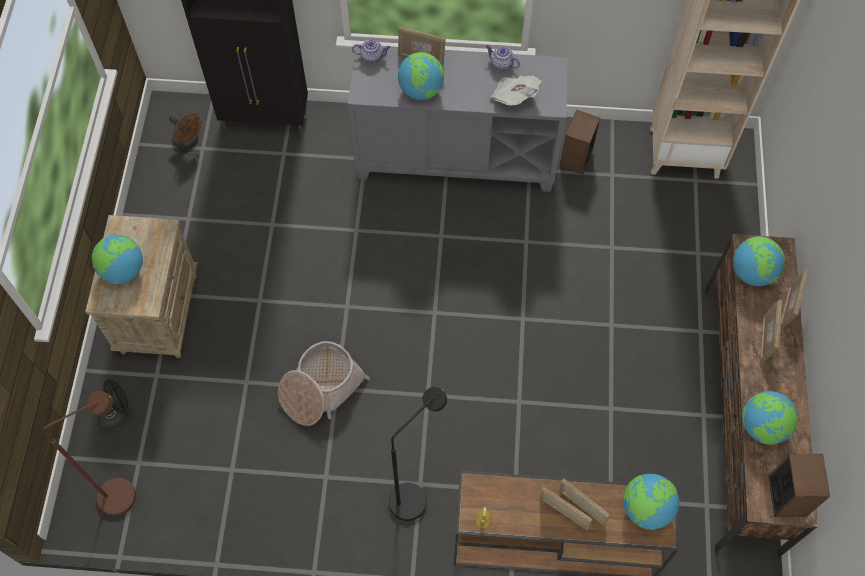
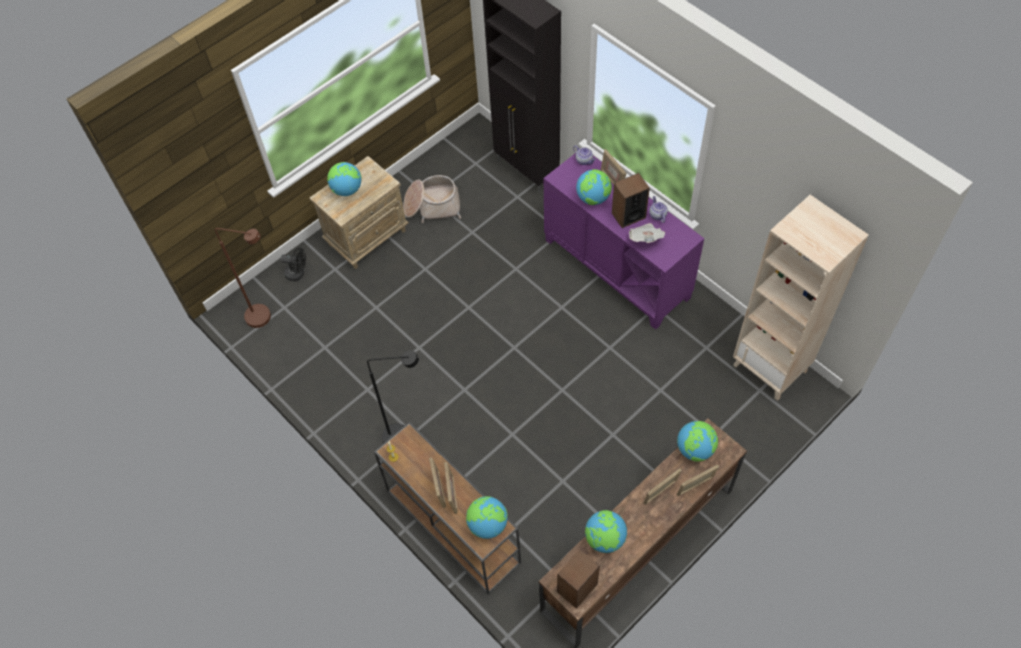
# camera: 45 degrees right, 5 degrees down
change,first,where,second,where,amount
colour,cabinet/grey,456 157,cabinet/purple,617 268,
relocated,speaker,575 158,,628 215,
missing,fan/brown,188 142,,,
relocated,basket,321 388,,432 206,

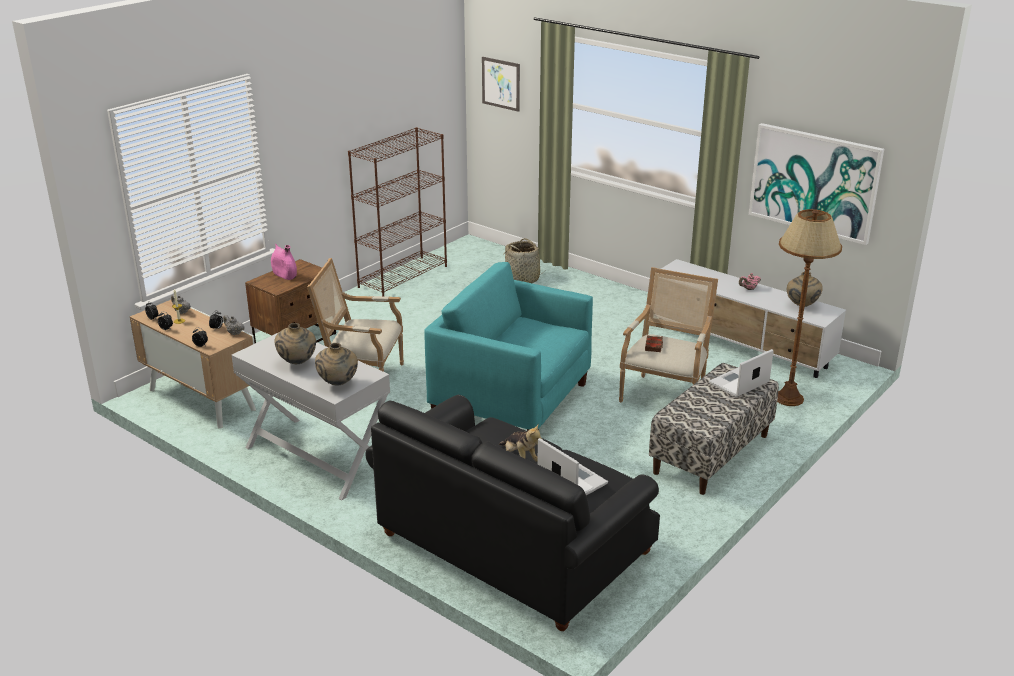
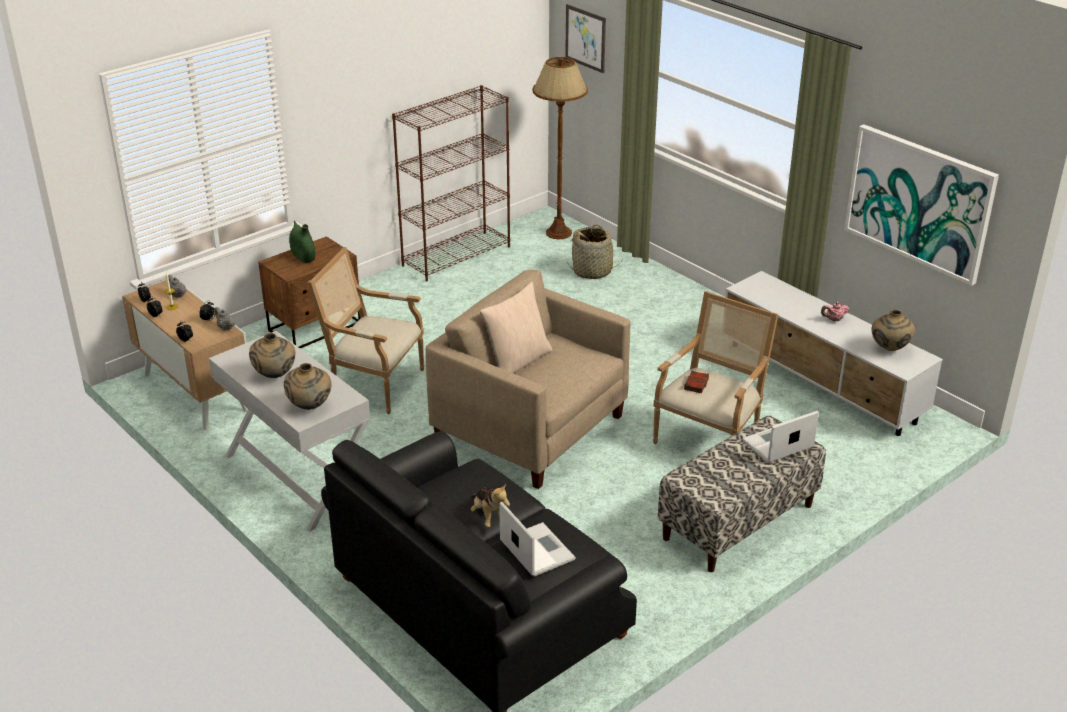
# camera: 10 degrees right, 5 degrees up
change,first,where,second,where,amount
relocated,floor lamp/brown,788 398,,558 233,
colour,vase/pink,284 275,vase/green,303 256,
colour,armchair/turquoise,511 401,armchair/beige,531 429,
appeared,,,pillow/beige,517 361,

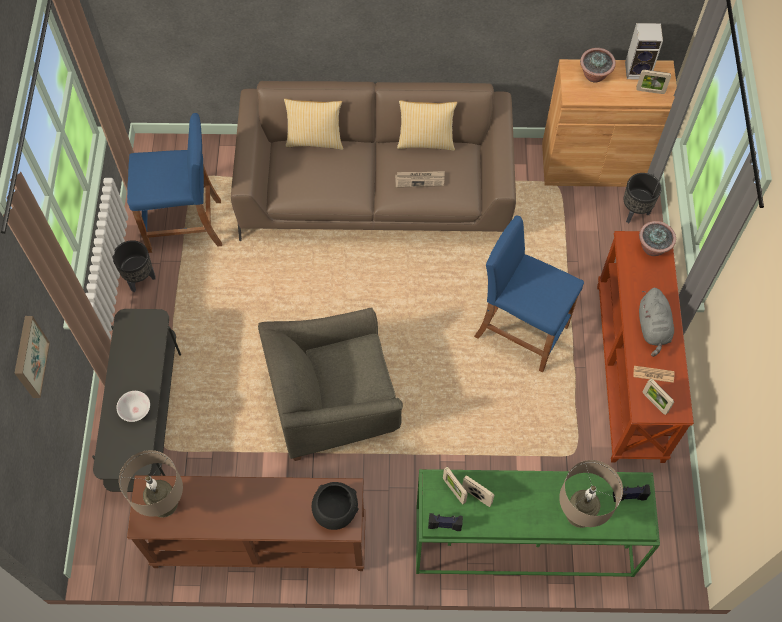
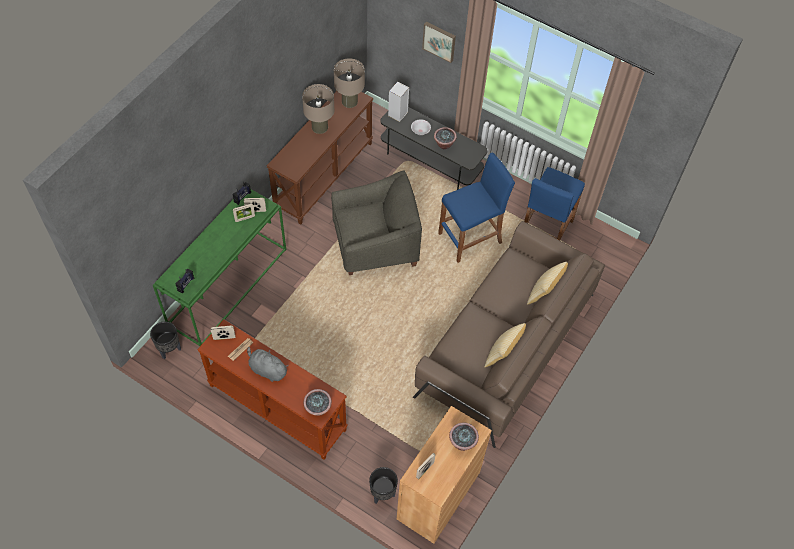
# camera: 120 degrees right, 5 degrees down
change,first,where,second,where,amount
relocated,speaker,638 70,,397 115,
missing,newspaper,420 179,,,
relocated,stool/blue,520 331,,470 238,
relocated,planter/black,140 279,,169 350,
spun,armchair/grey,333 402,,375 245,60 degrees clockwise
relocated,table lamp/beige,580 513,,319 127,
missing,bowl/black,335 510,,,
appeared,,,potted plant,444 144,

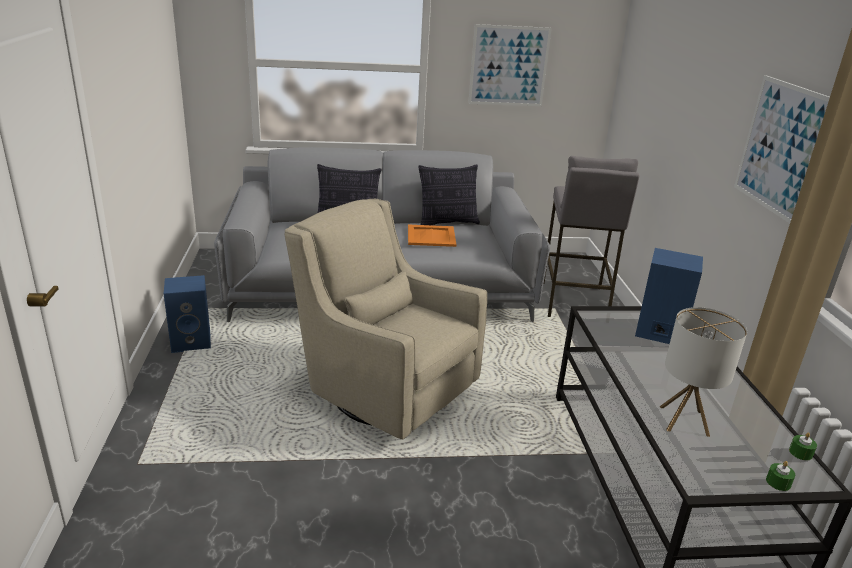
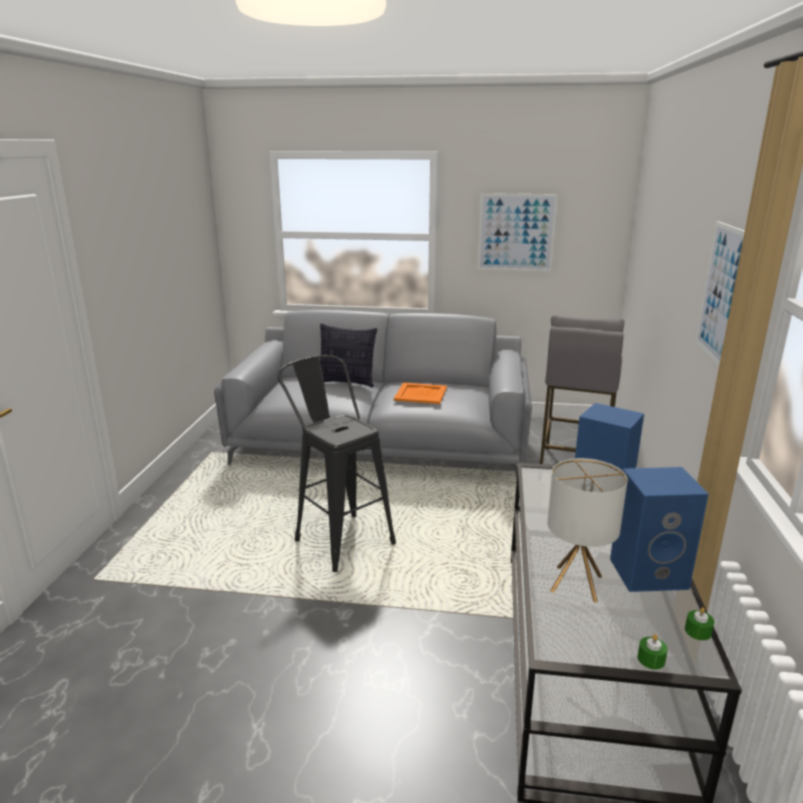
# camera: 15 degrees right, 5 degrees down
change,first,where,second,where,amount
missing,pillow,447 222,,,
exchanged,armchair/beige,383 391,stool/black,339 537,
relocated,speaker/blue,192 341,,649 572,

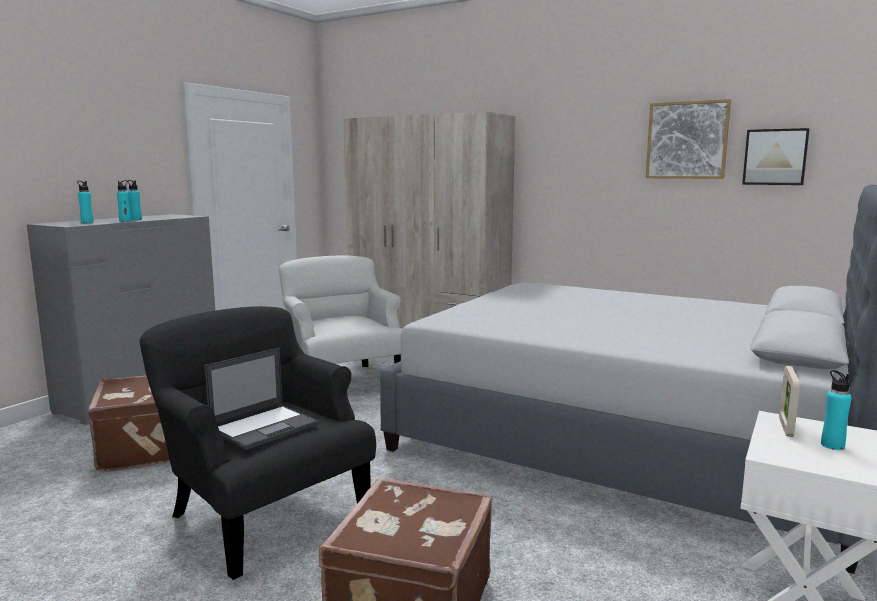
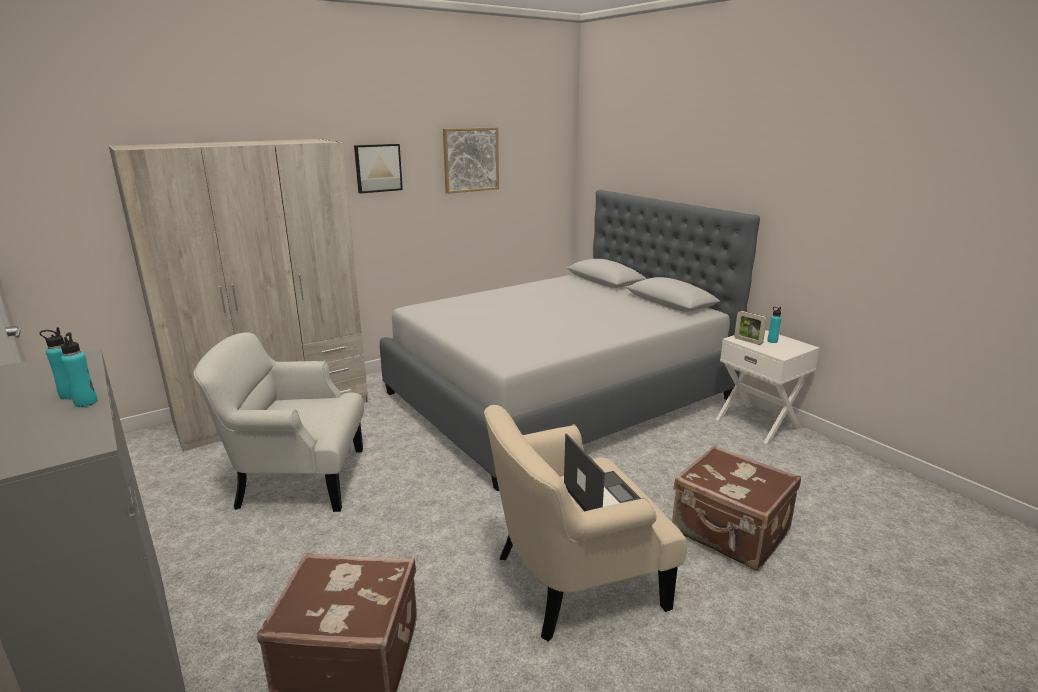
# camera: 65 degrees left, 10 degrees up
change,first,where,second,where,amount
relocated,picture,775 157,,378 168,
missing,bottle/turquoise,87 222,,,
colour,armchair/black,264 513,armchair/beige,573 579,

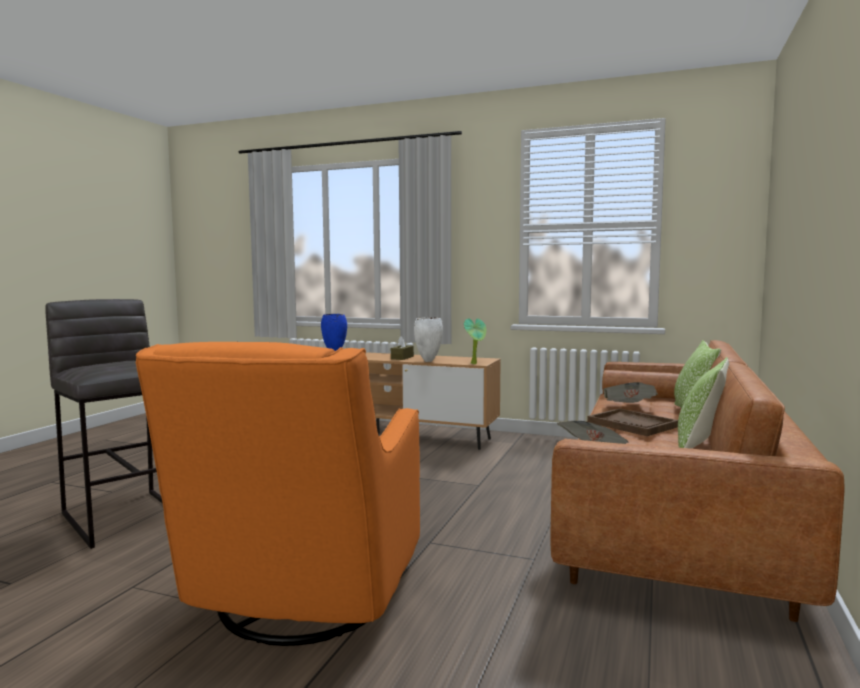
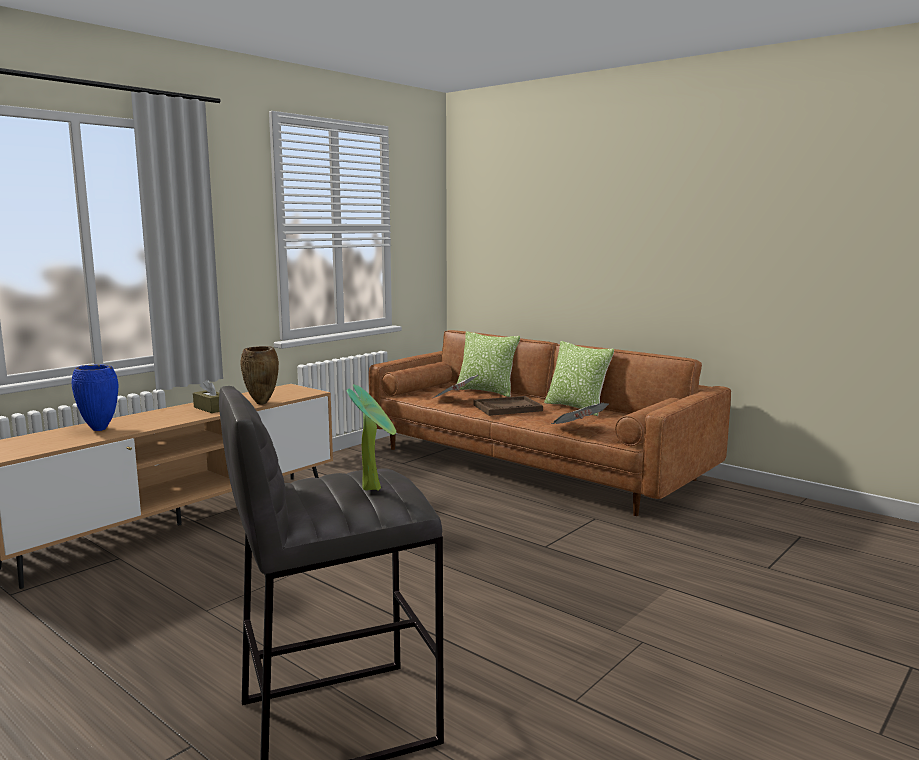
# camera: 70 degrees left, 5 degrees up
change,first,where,second,where,amount
colour,vase/white,428 361,vase/brown,262 403,
relocated,potted plant,475 363,,374 487,
missing,armchair/orange,300 602,,,

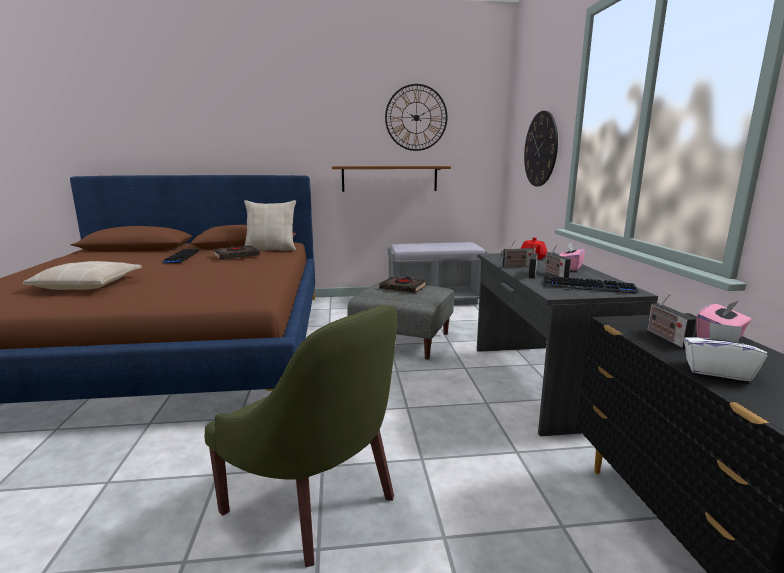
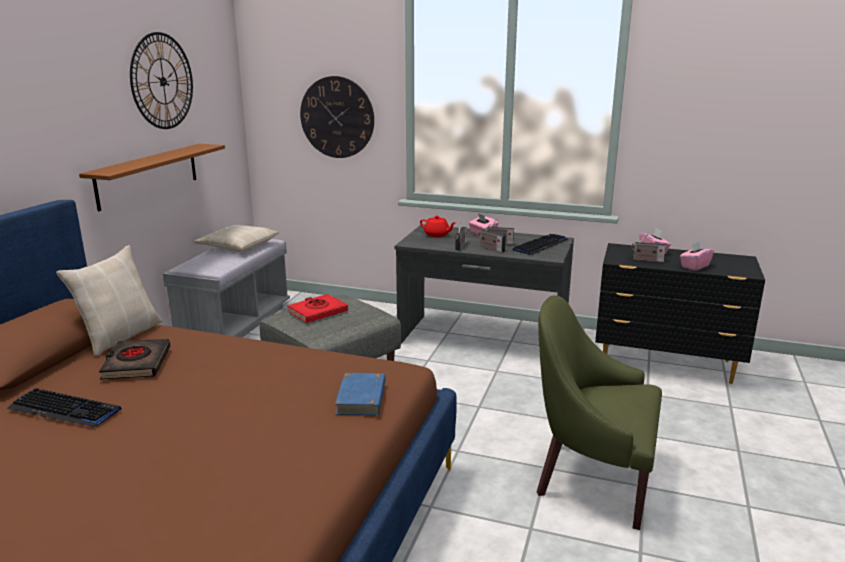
# camera: 65 degrees left, 5 degrees up
change,first,where,second,where,amount
relocated,pillow/beige,88 285,,238 246,
colour,book/black,403 288,book/red,317 312,
spun,armchair/green,317 501,,592 478,135 degrees counterclockwise
colour,tissue box/white,717 371,tissue box/pink,694 266,
appeared,,,book/blue,362 398,

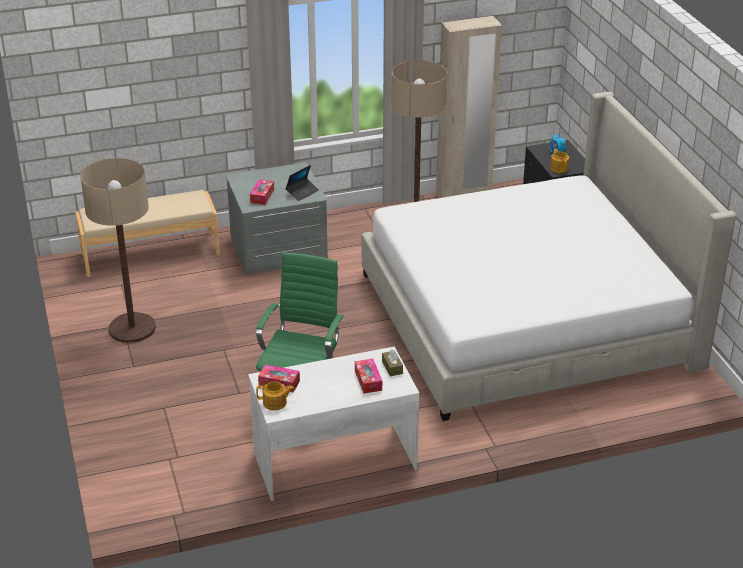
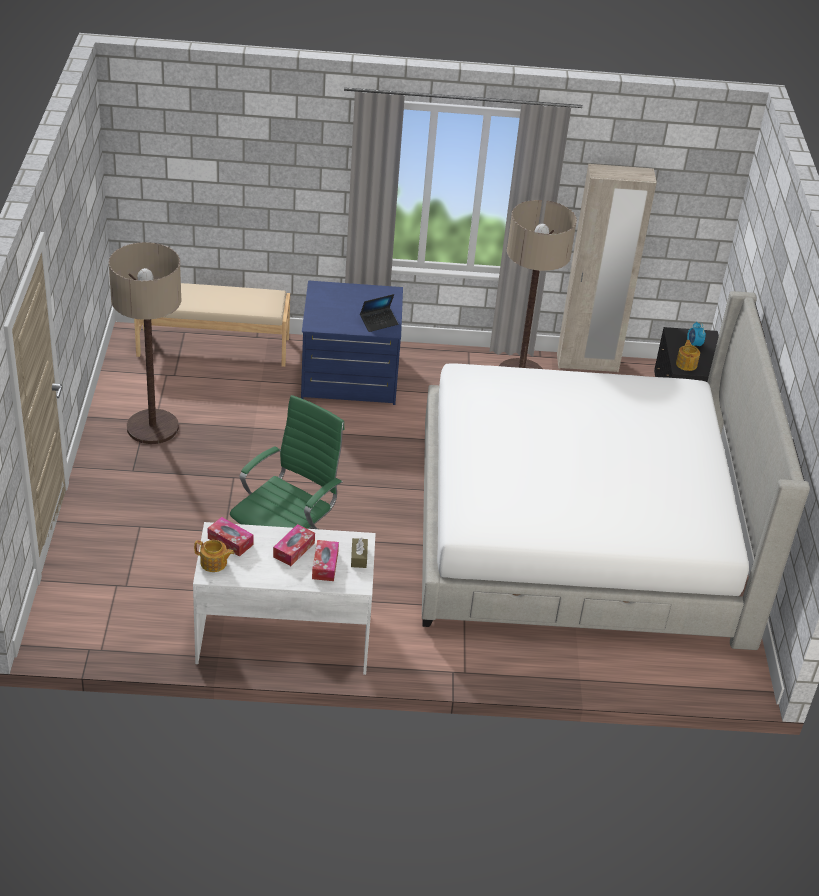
# camera: 15 degrees right, 5 degrees up
change,first,where,second,where,amount
colour,dresser/grey,278 250,dresser/blue,349 377,
relocated,tissue box,262 196,,294 550,

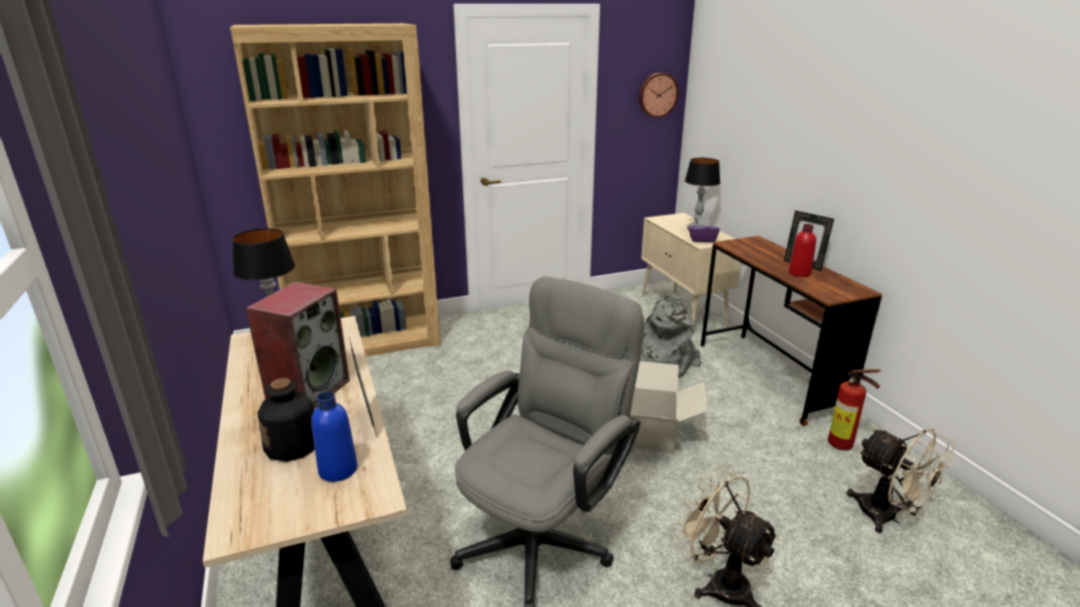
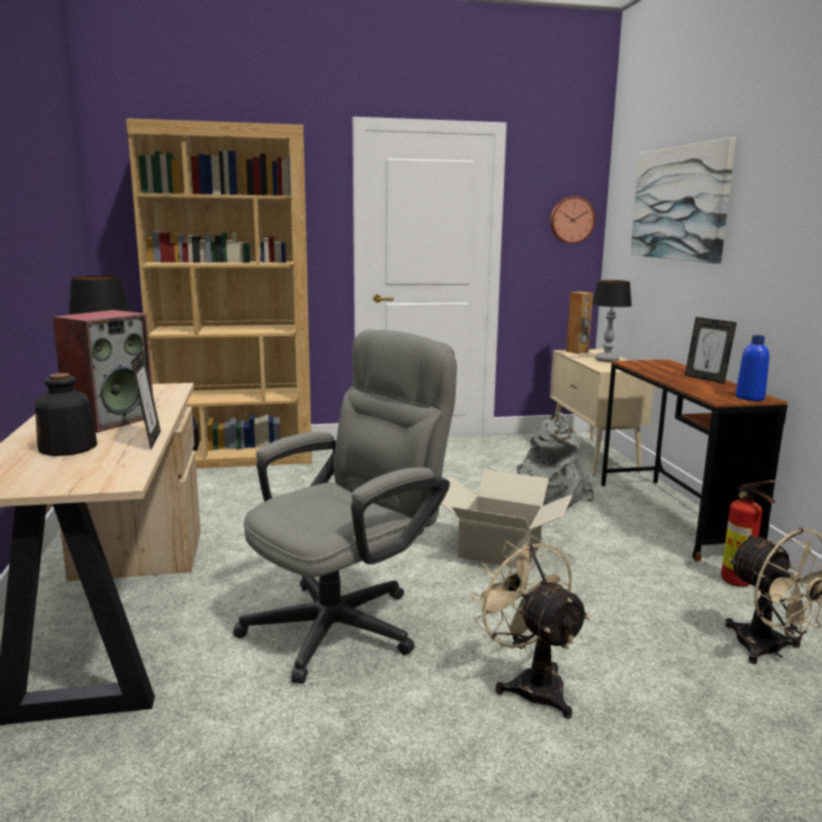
# camera: 10 degrees right, 10 degrees down
change,first,where,second,where,amount
missing,tissue box/purple,702 240,,,
missing,bottle/red,799 273,,,
relocated,bottle/blue,338 470,,750 398,
appeared,,,picture,679 203,
appeared,,,speaker/brown,577 352,

